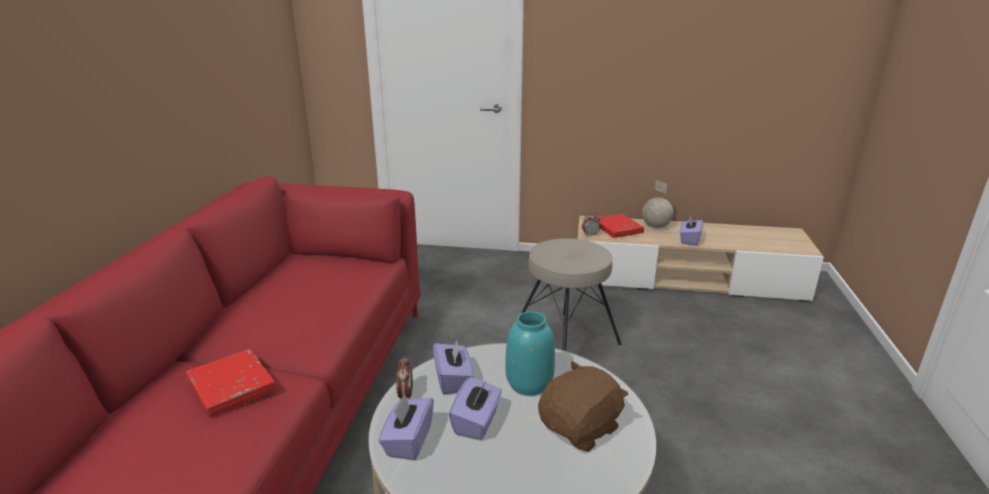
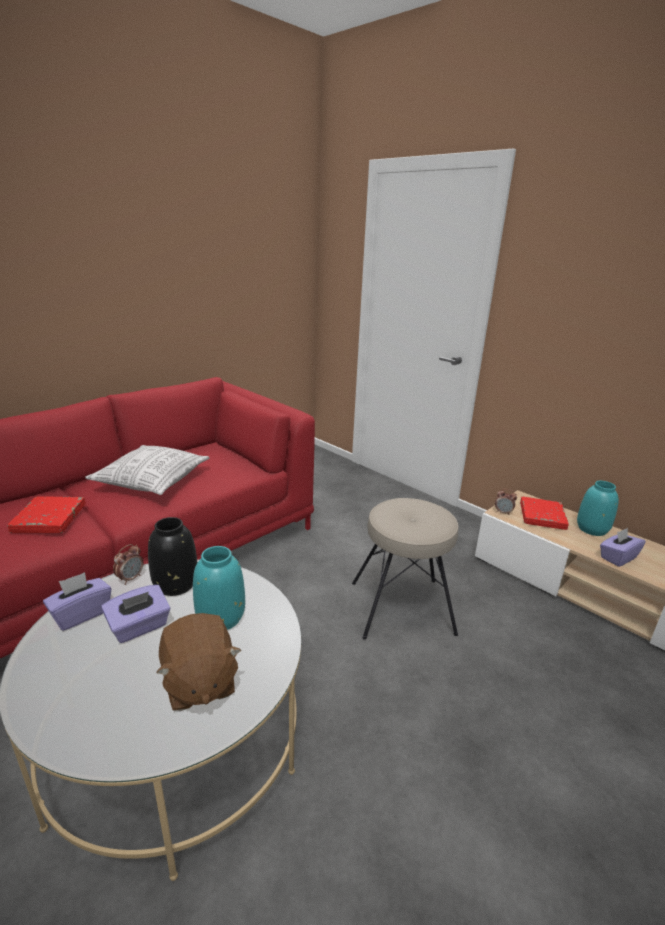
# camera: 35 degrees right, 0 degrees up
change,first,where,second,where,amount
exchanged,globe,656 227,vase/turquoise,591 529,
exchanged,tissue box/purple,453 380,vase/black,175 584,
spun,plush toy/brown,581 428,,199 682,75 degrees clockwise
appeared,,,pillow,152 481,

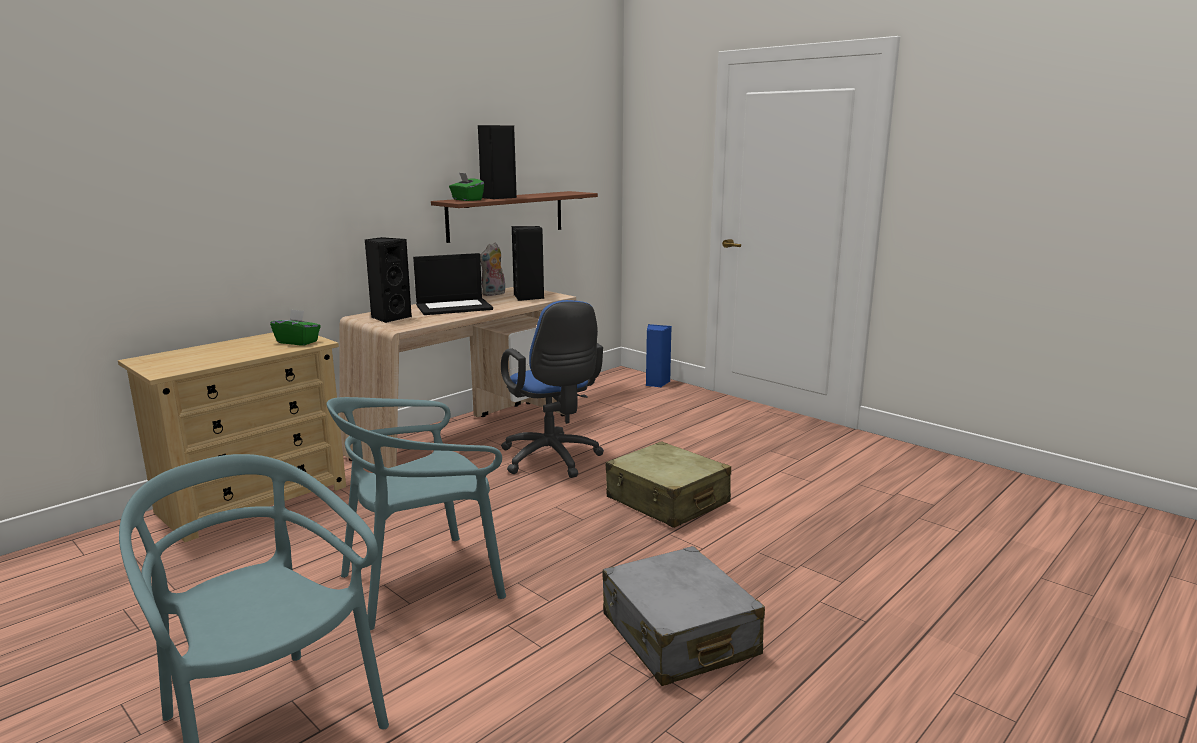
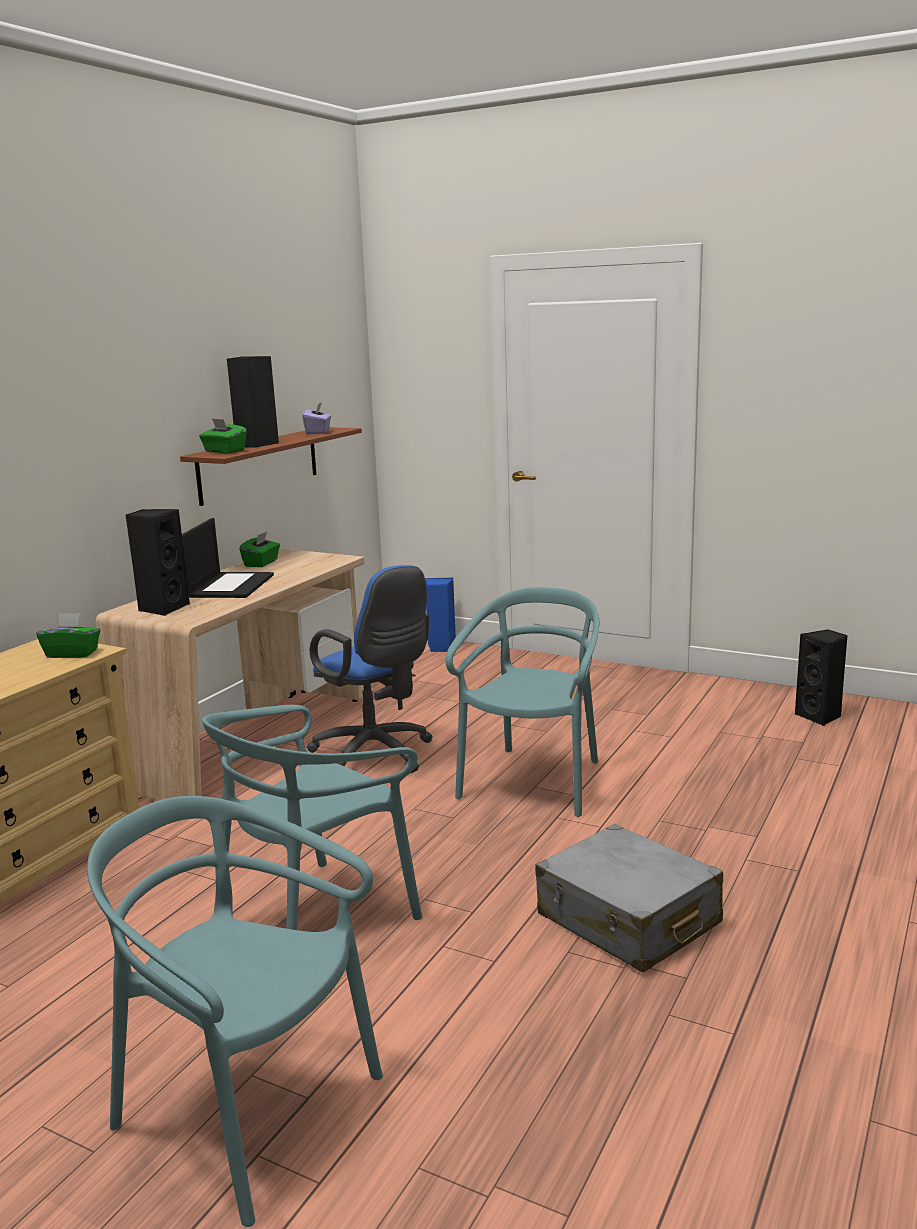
# camera: 15 degrees left, 0 degrees up
change,first,where,second,where,amount
relocated,speaker/black,528 297,,820 717,
exchanged,plush toy,494 294,tissue box/green,261 563,
spun,laptop,454 307,,230 585,45 degrees counterclockwise
exchanged,suitcase/beige,667 501,chair/turquoise,534 782,
appeared,,,tissue box/purple,318 432,

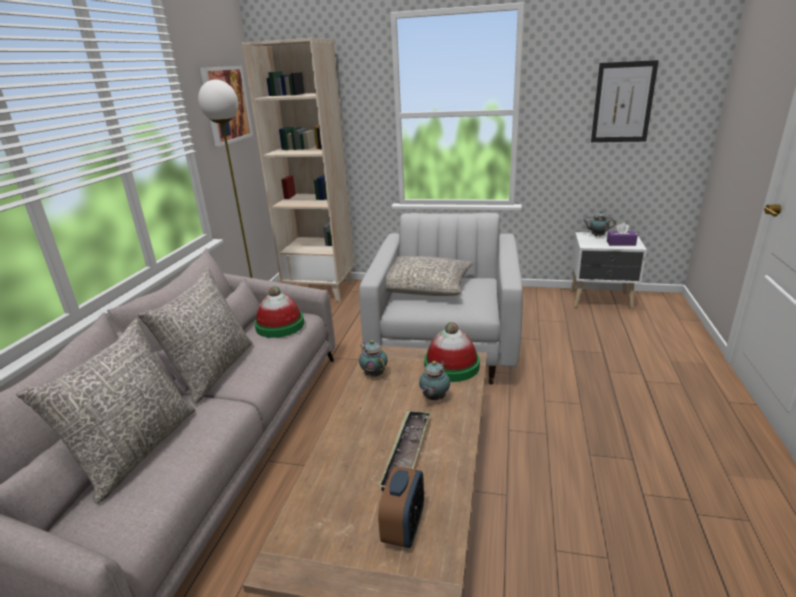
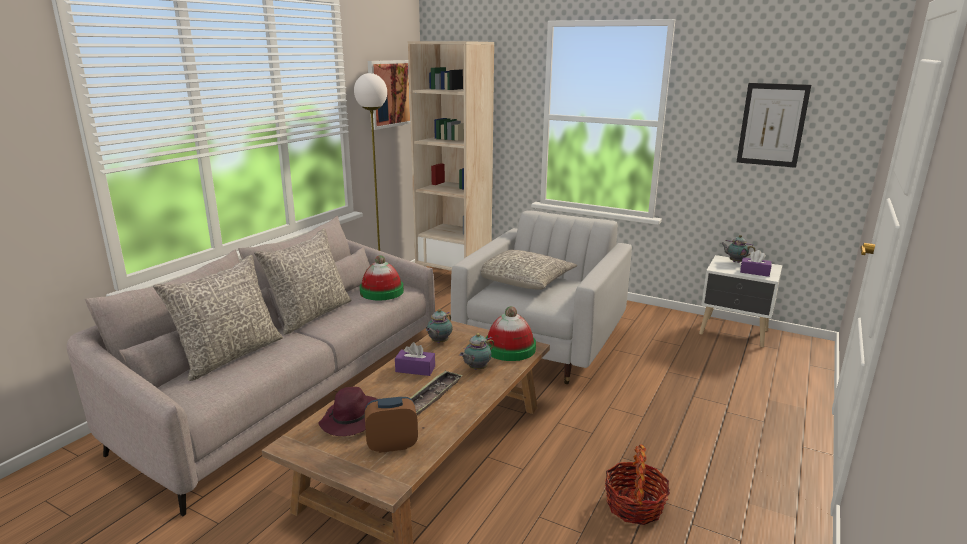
# camera: 15 degrees right, 5 degrees down
change,first,where,second,where,amount
spun,teapot,373 374,,439 342,135 degrees counterclockwise
spun,alarm clock,404 529,,392 445,135 degrees counterclockwise
appeared,,,tissue box/purple,415 369,
appeared,,,hat/purple,351 420,
appeared,,,basket,634 506,

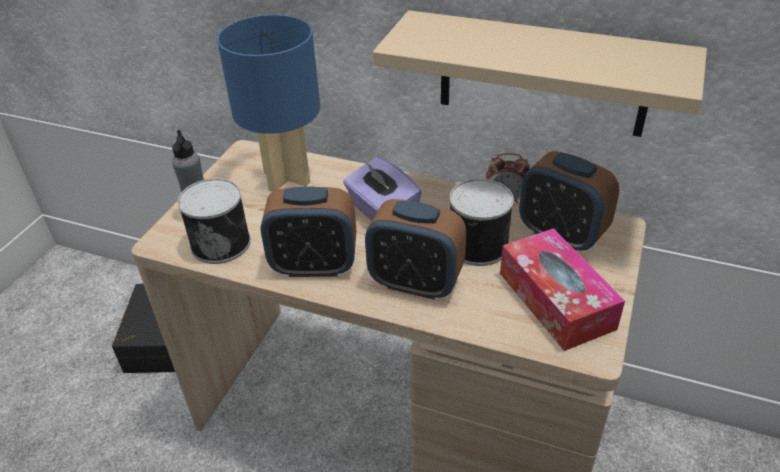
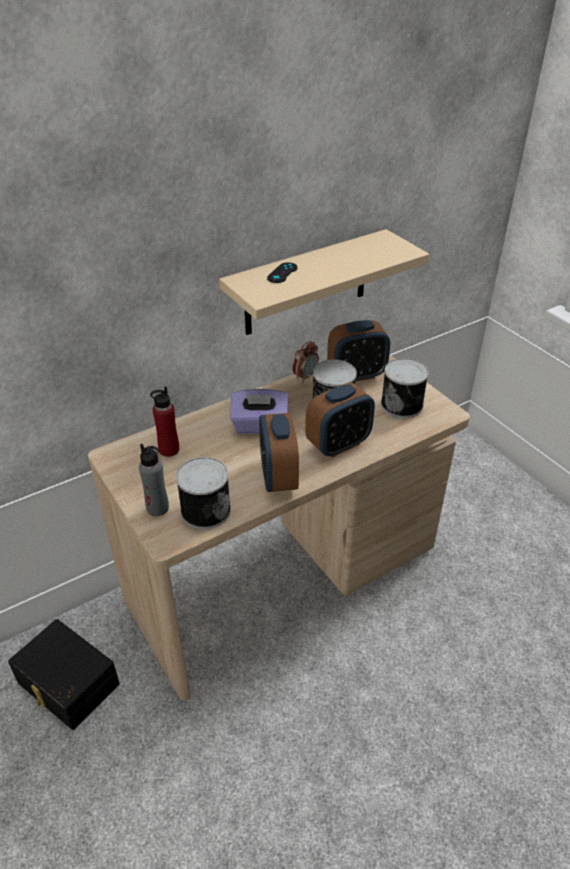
# camera: 55 degrees left, 0 degrees up
change,first,where,second,where,amount
exchanged,table lamp/blue,285 177,bottle/red,169 449,
spun,alarm clock,314 266,,278 477,135 degrees clockwise
exchanged,tissue box,556 300,can,402 404,
appeared,,,game controller/black,282 273,

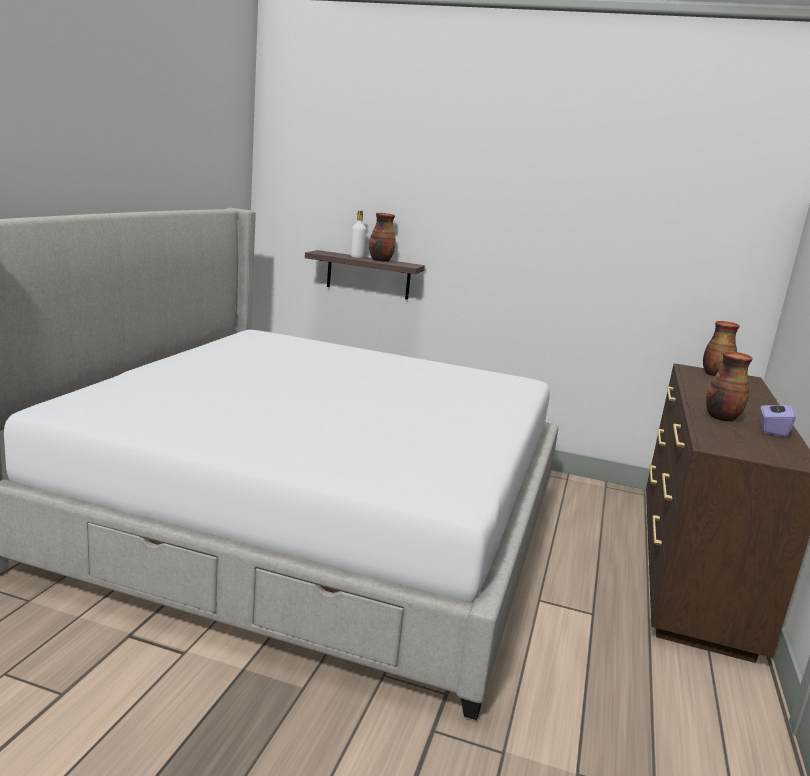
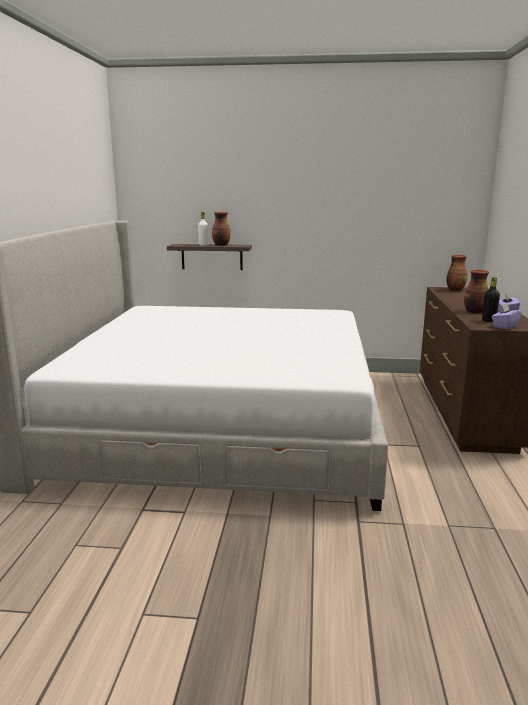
# camera: 10 degrees left, 0 degrees up
change,first,where,second,where,amount
appeared,,,bottle/black,488 321,
appeared,,,tissue box/purple,504 326,

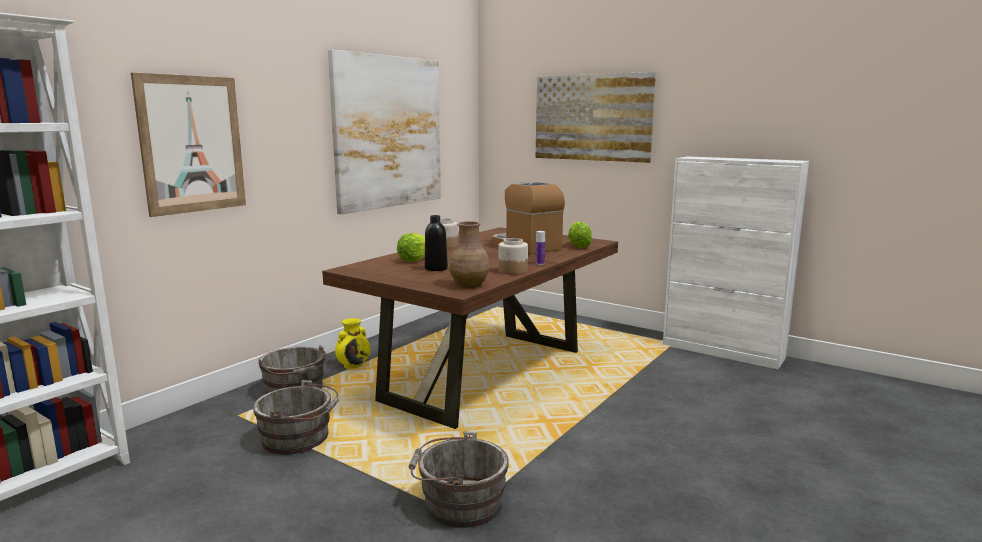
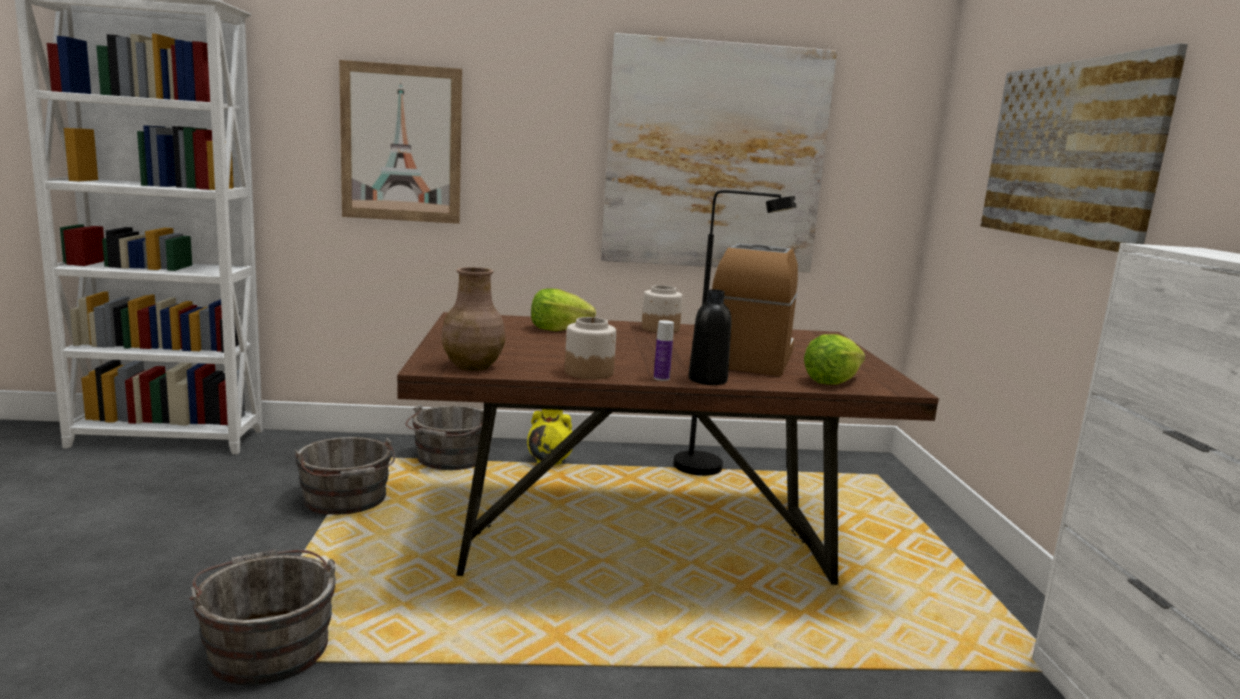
# camera: 50 degrees right, 0 degrees up
change,first,where,second,where,amount
relocated,bottle/black,436 268,,707 380,
appeared,,,floor lamp/black,711 470,

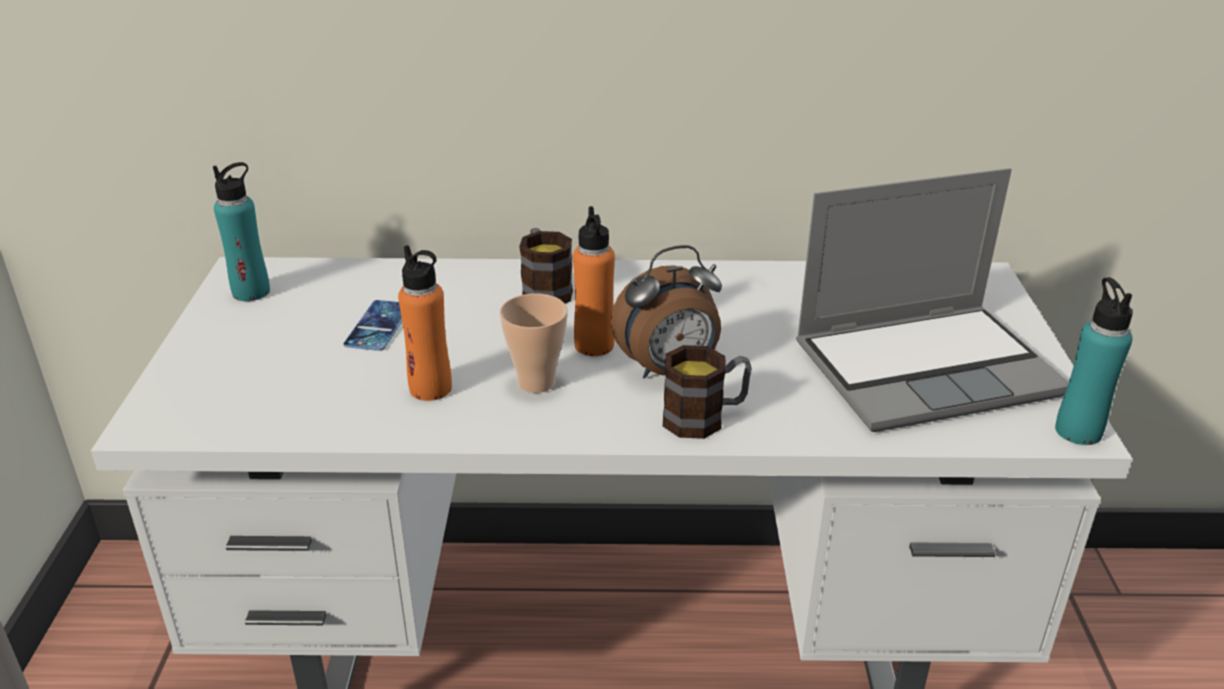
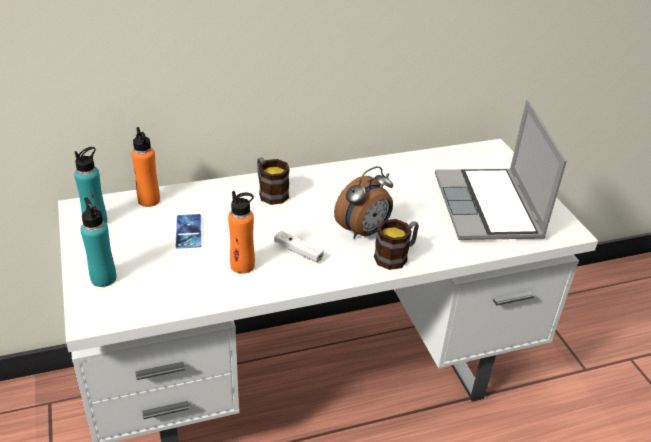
# camera: 20 degrees left, 5 degrees up
change,first,where,second,where,amount
spun,laptop,927 368,,489 208,120 degrees clockwise
relocated,bottle/orange,594 345,,149 200,
relocated,bottle/turquoise,1078 431,,103 278,
exchanged,cup,536 382,game controller/white,298 251,

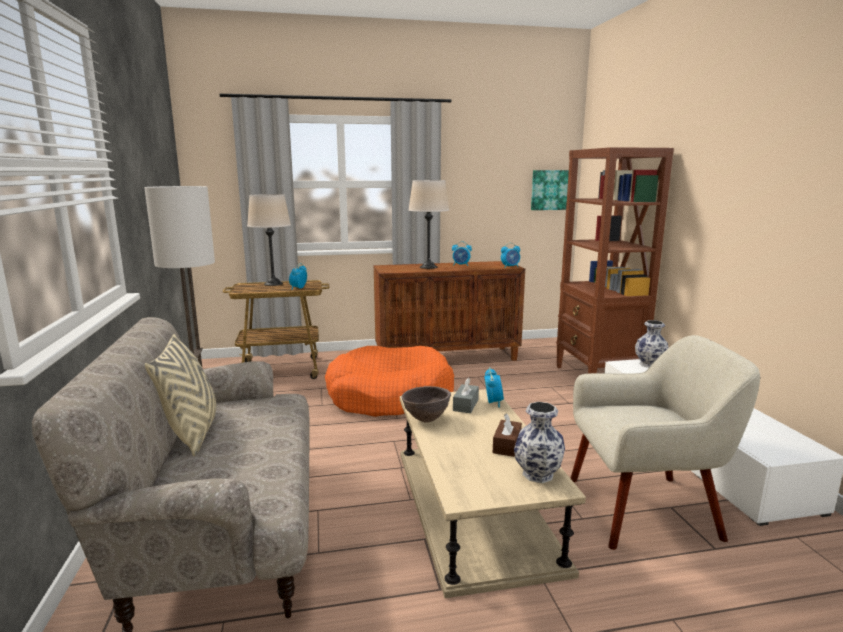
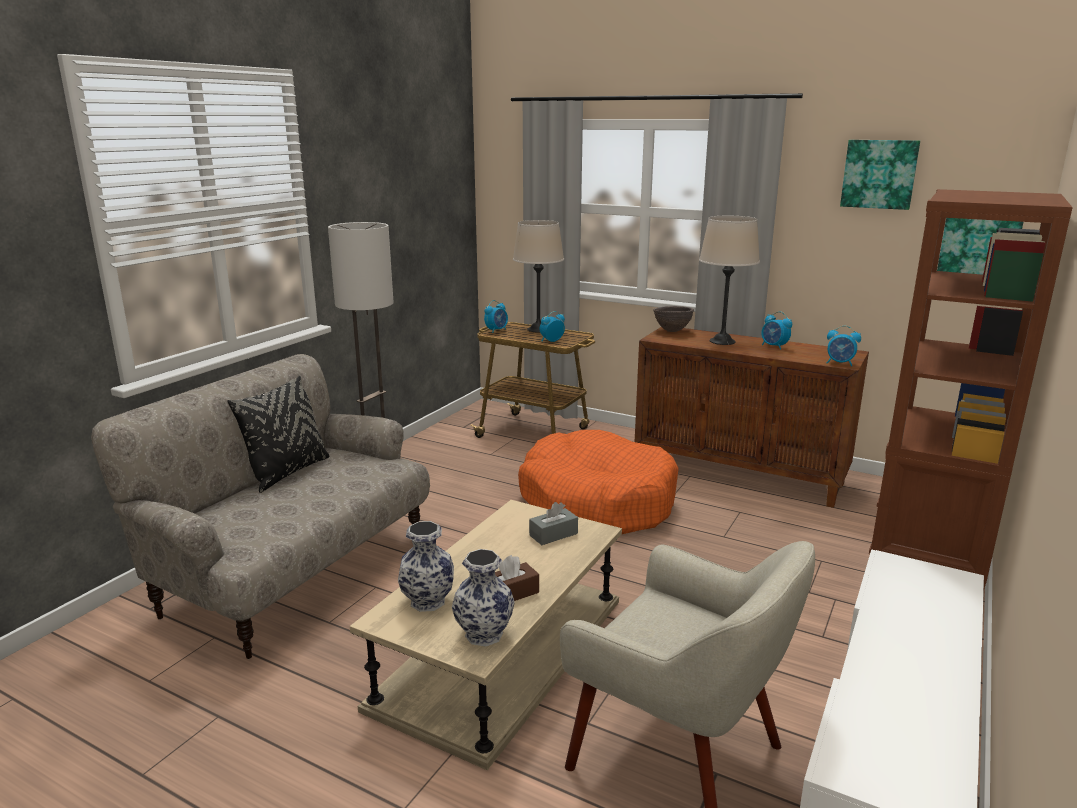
# camera: 40 degrees right, 5 degrees up
change,first,where,second,where,amount
relocated,vase,649 364,,427 600,
colour,pillow/beige,192 433,pillow/black,287 472,
relocated,alarm clock,493 402,,496 330,
relocated,bowl/brown,426 419,,672 331,
appeared,,,picture,879 174,

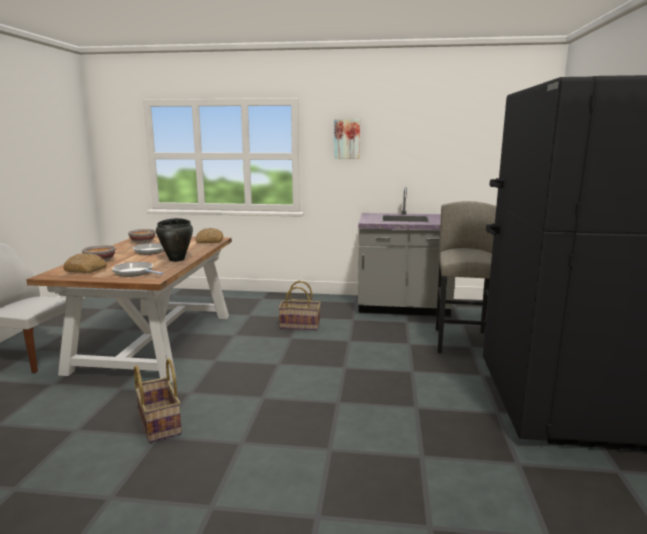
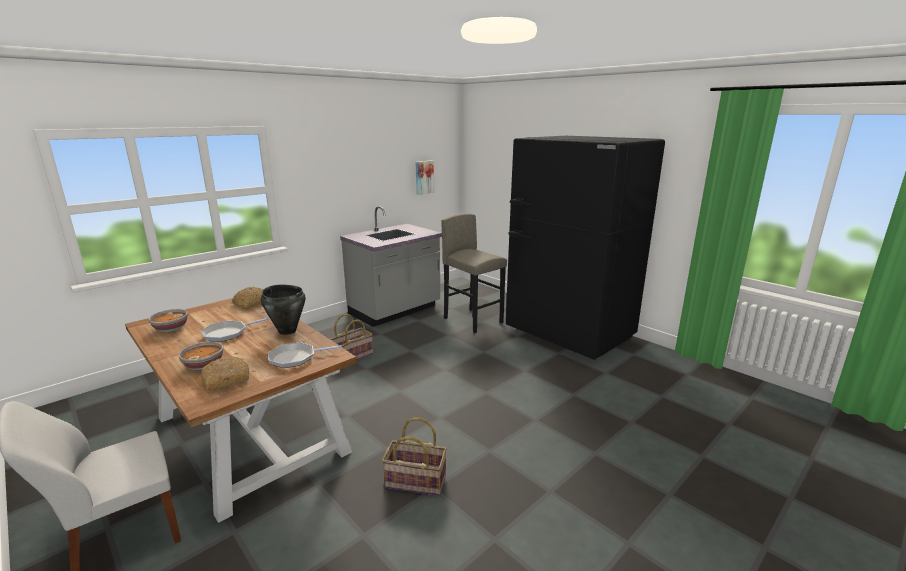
# camera: 50 degrees left, 5 degrees up
change,first,where,second,where,amount
relocated,picture,347 139,,424 177,

